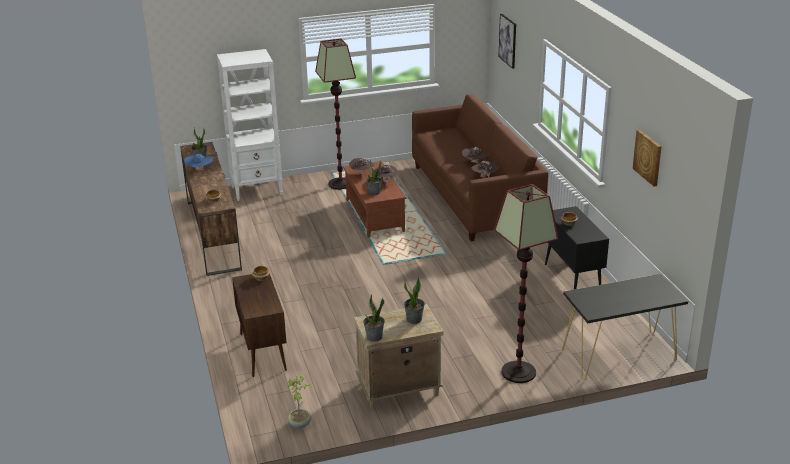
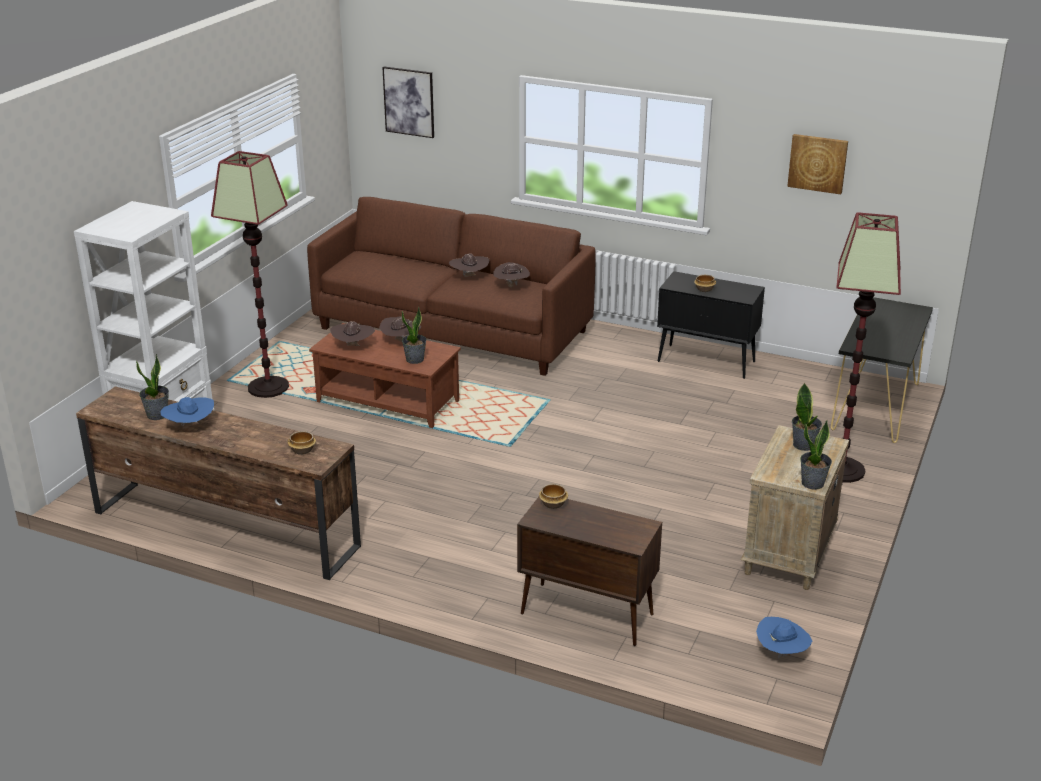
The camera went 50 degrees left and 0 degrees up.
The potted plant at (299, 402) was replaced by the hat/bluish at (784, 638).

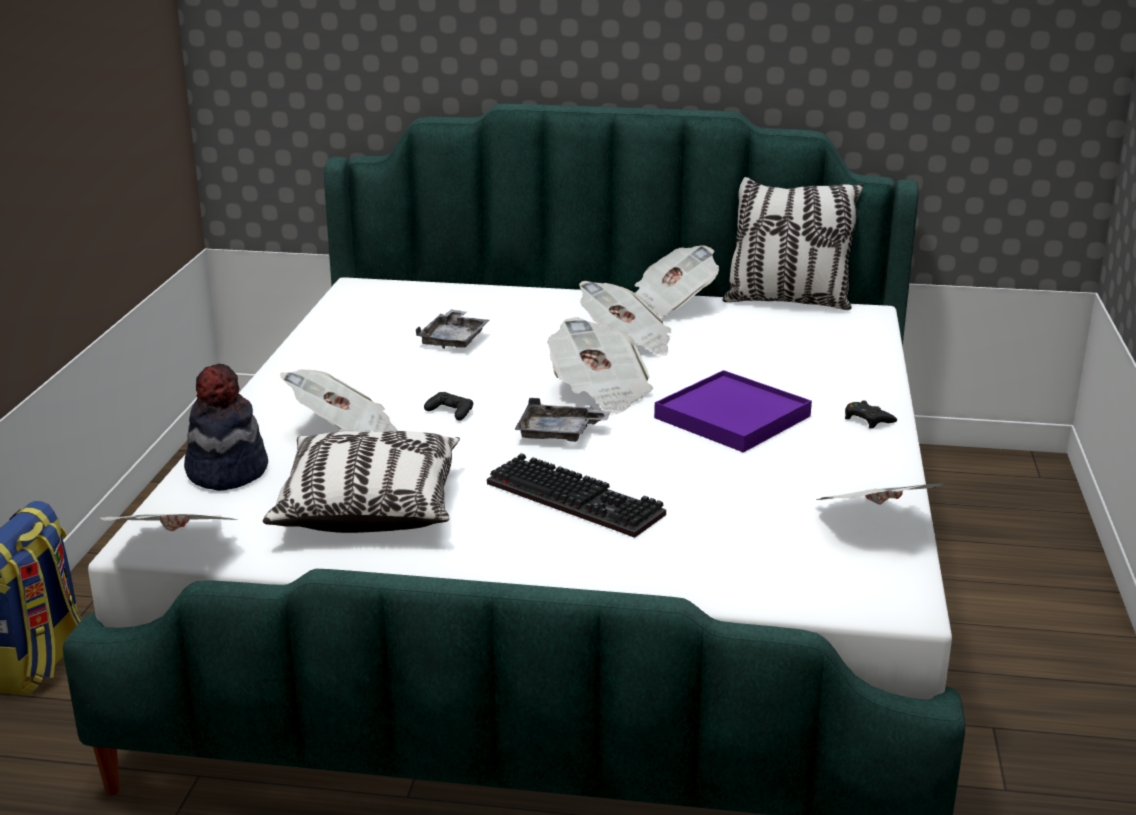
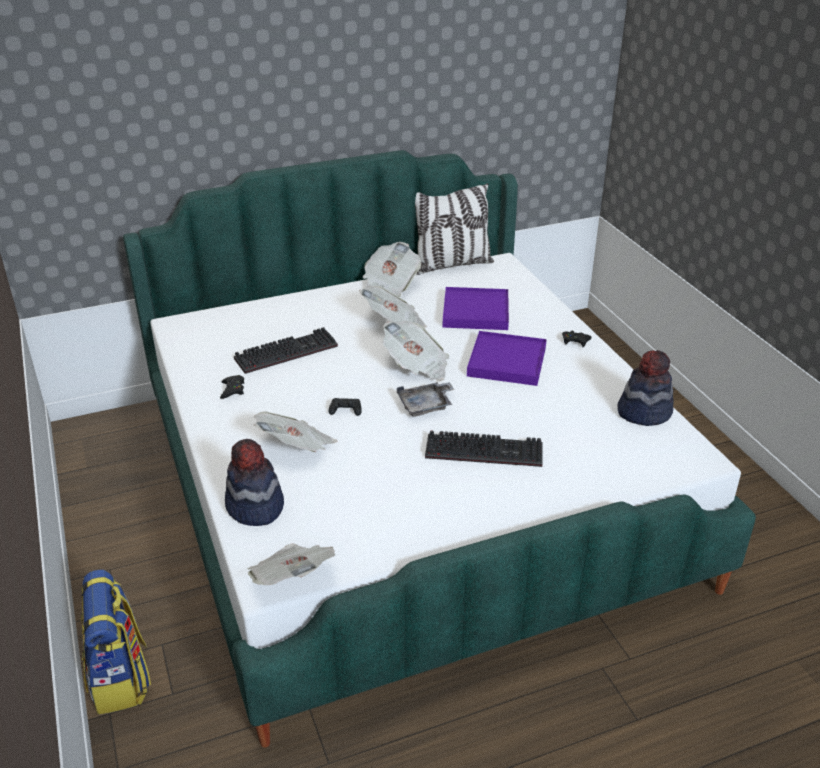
The camera went 30 degrees left and 10 degrees up.
The tray/greyish at (453, 329) was replaced by the PC keyboard at (286, 350).
The cushion at (361, 482) disappeared.
The daily paper at (879, 494) was replaced by the hat at (645, 388).
The tray/purplish at (476, 308) appeared.
The joypad/black-coloured at (232, 387) appeared.

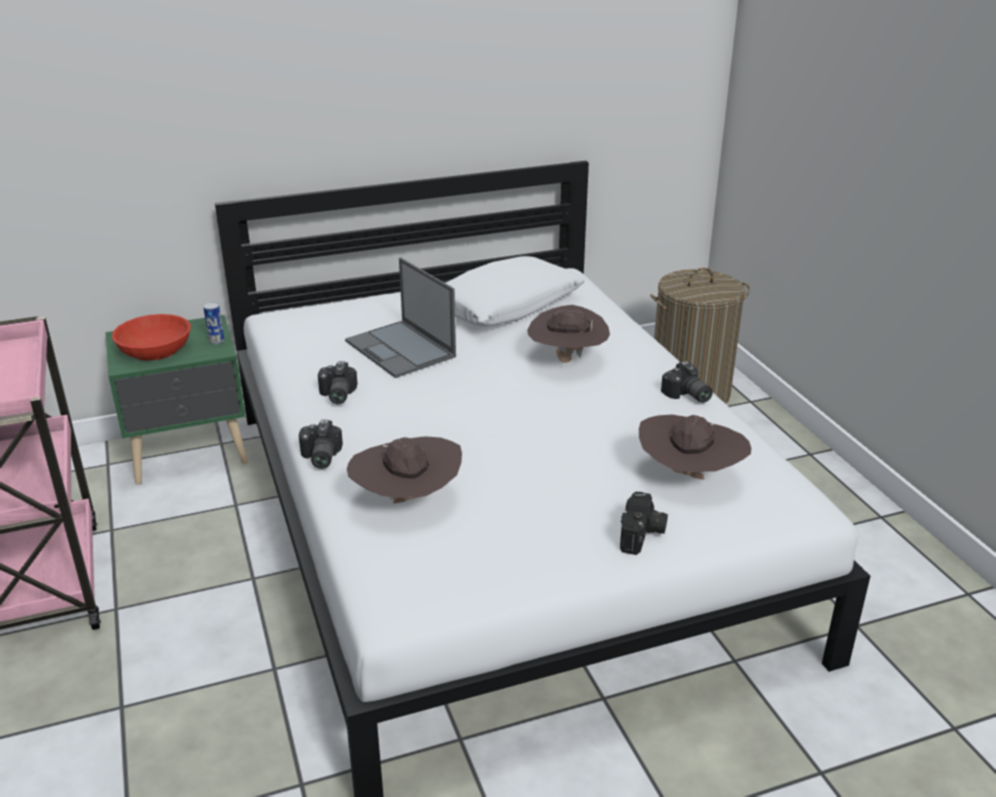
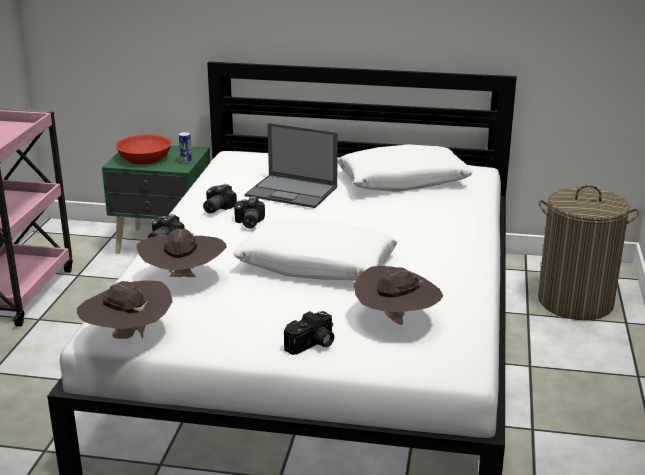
The camera went 30 degrees right and 5 degrees down.
The notebook computer at (400, 317) turned 60 degrees counterclockwise.
The hat/brown-coloured moved from (568, 334) to (125, 309).
The photo camera moved from (687, 382) to (249, 212).
The cushion/white at (315, 249) appeared.

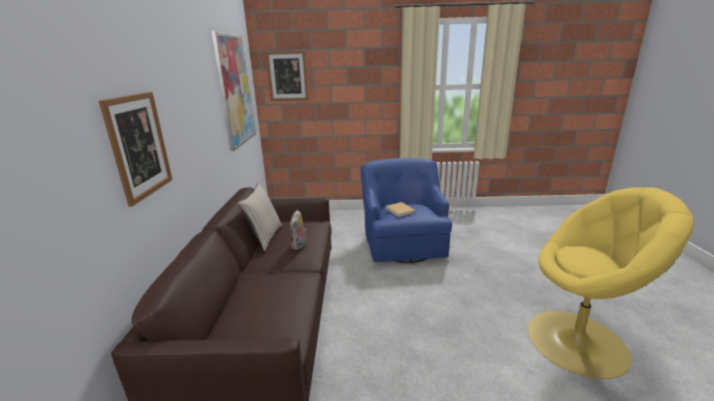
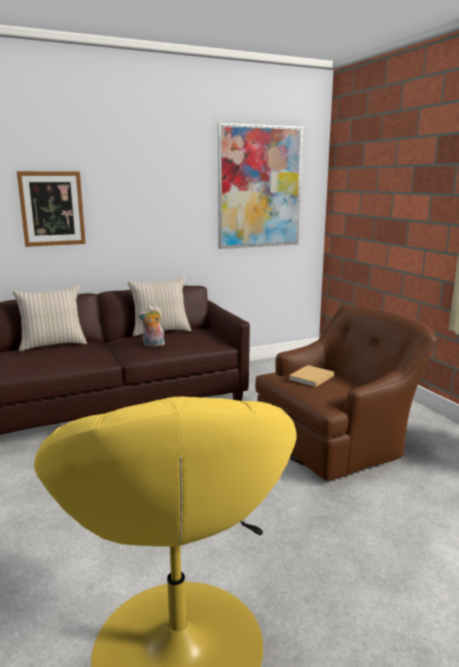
The camera went 65 degrees right and 5 degrees down.
The wall art at (287, 76) disappeared.
The easy chair/bluish at (406, 210) became the easy chair/brown-coloured at (345, 393).
The cushion/beige at (50, 318) appeared.

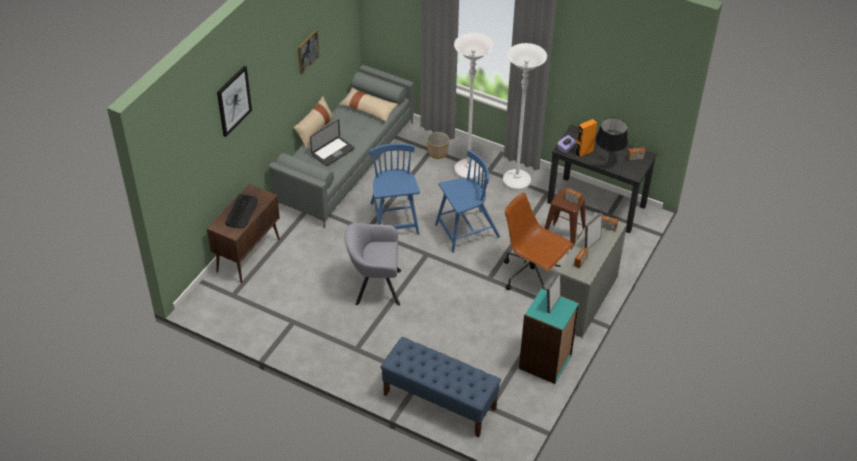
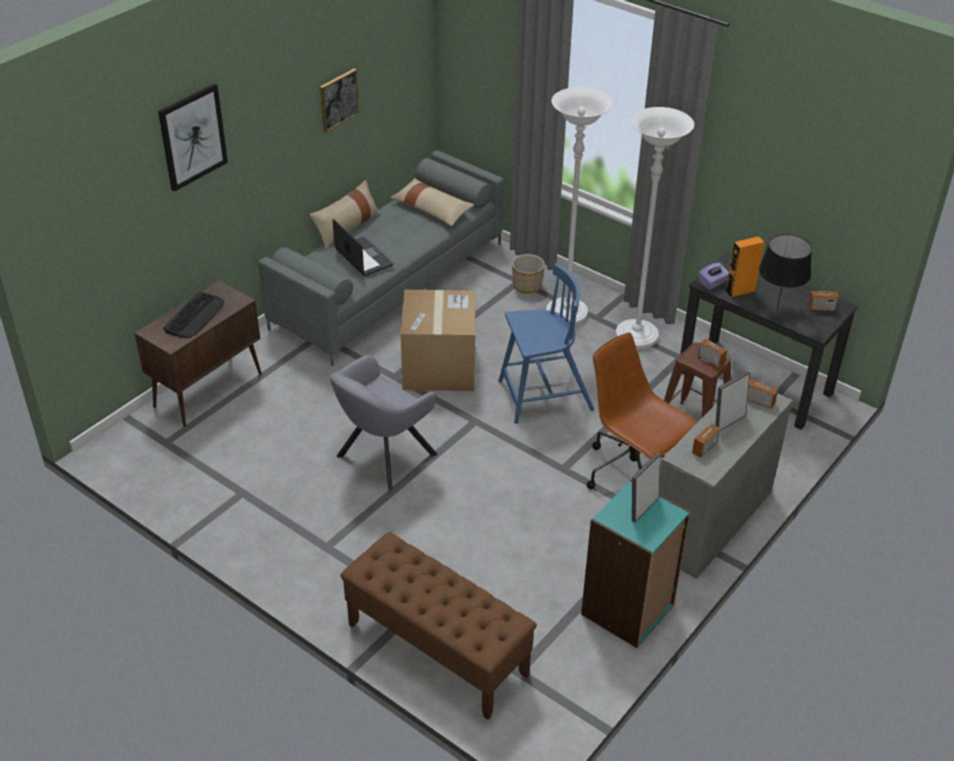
The camera went 10 degrees right and 5 degrees down.
The notebook computer at (332, 142) turned 90 degrees counterclockwise.
The upright chair/bluish at (394, 189) was replaced by the carton at (438, 340).
The easy chair/greyish at (372, 264) turned 60 degrees counterclockwise.
The bench/bluish at (441, 387) became the bench/brown-coloured at (439, 626).

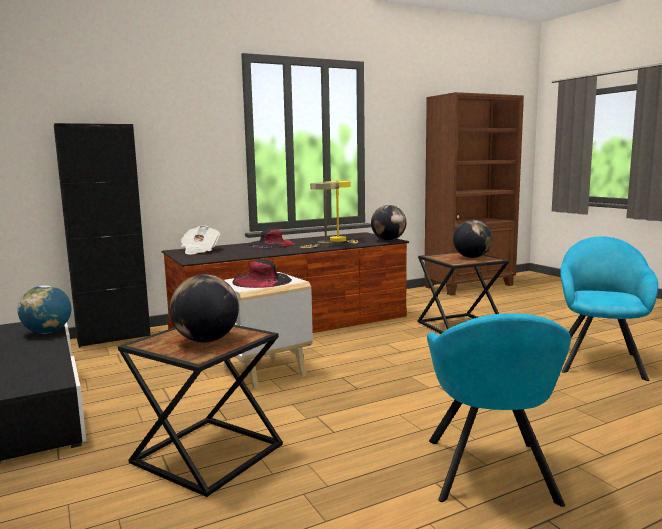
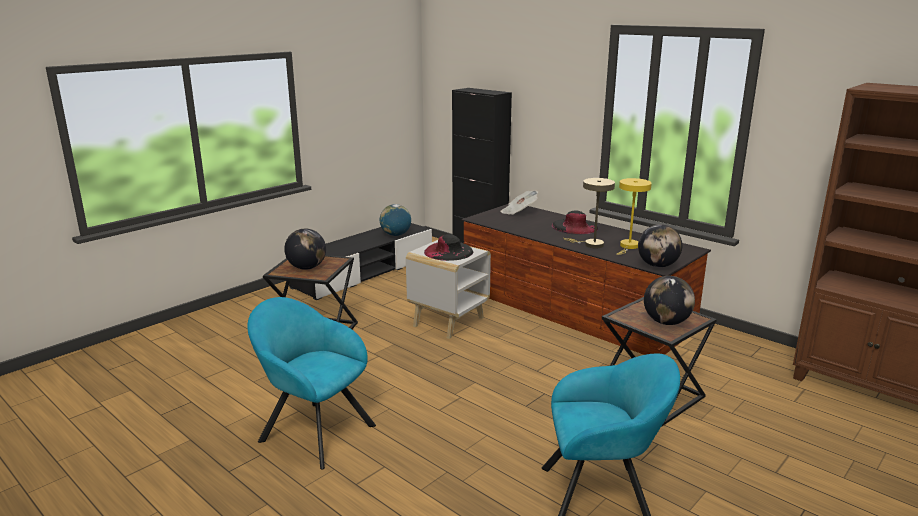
The camera went 70 degrees right and 10 degrees up.
The easy chair/turquoise-coloured at (499, 410) turned 45 degrees clockwise.

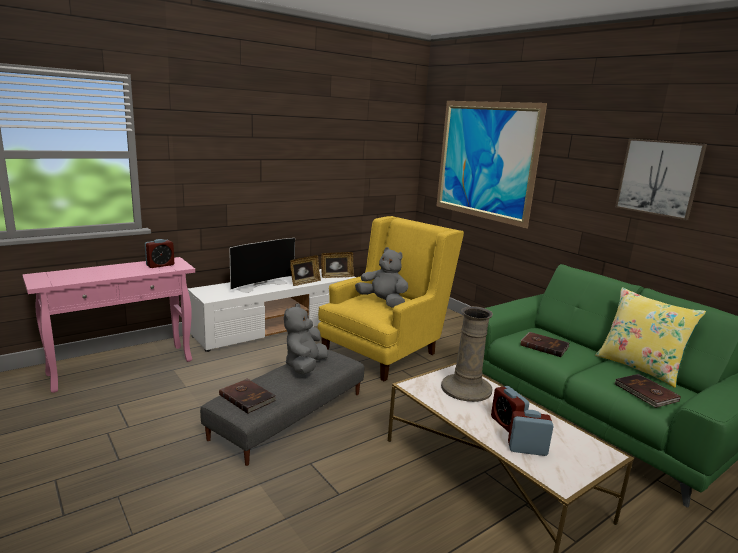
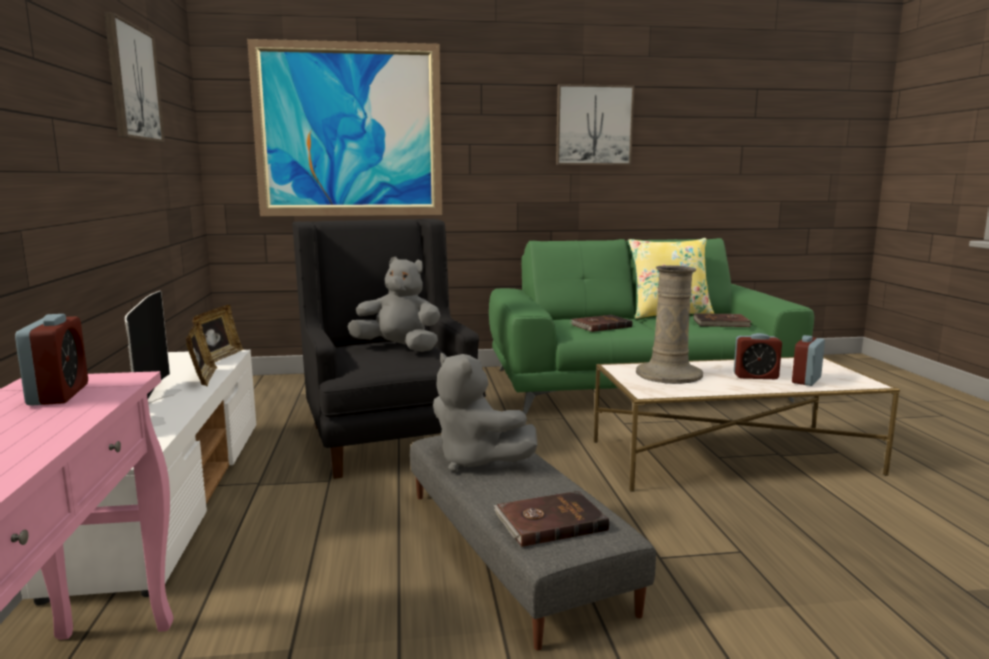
The camera went 60 degrees left and 5 degrees down.
The easy chair/yellowish at (391, 298) became the easy chair/black-coloured at (389, 349).
The soft toy/greyish at (381, 277) turned 45 degrees clockwise.
The wall art at (134, 77) appeared.

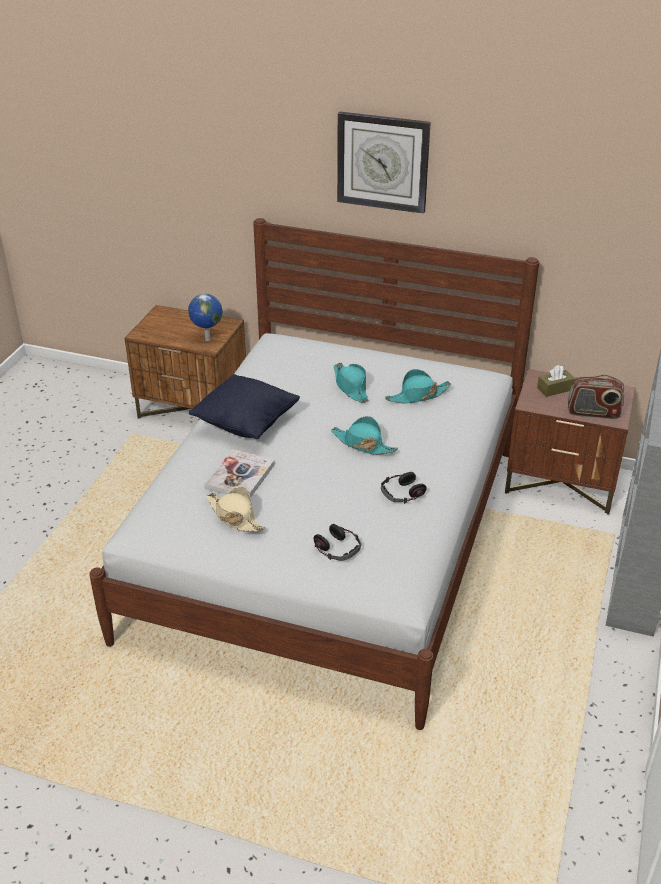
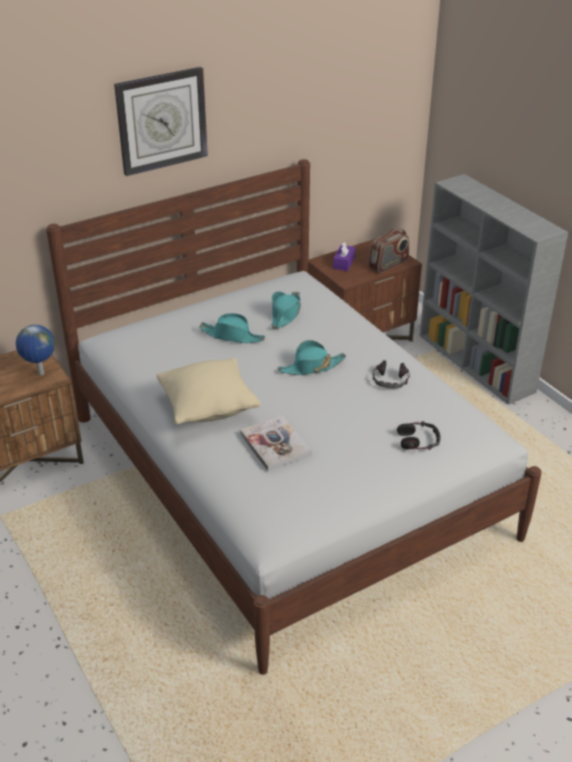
The camera went 50 degrees left and 0 degrees up.
The tissue holder/brown-coloured at (556, 381) became the tissue holder/purplish at (344, 256).
The cushion/black-coloured at (244, 406) became the cushion/beige at (208, 391).
The hat/beige at (236, 509) disappeared.

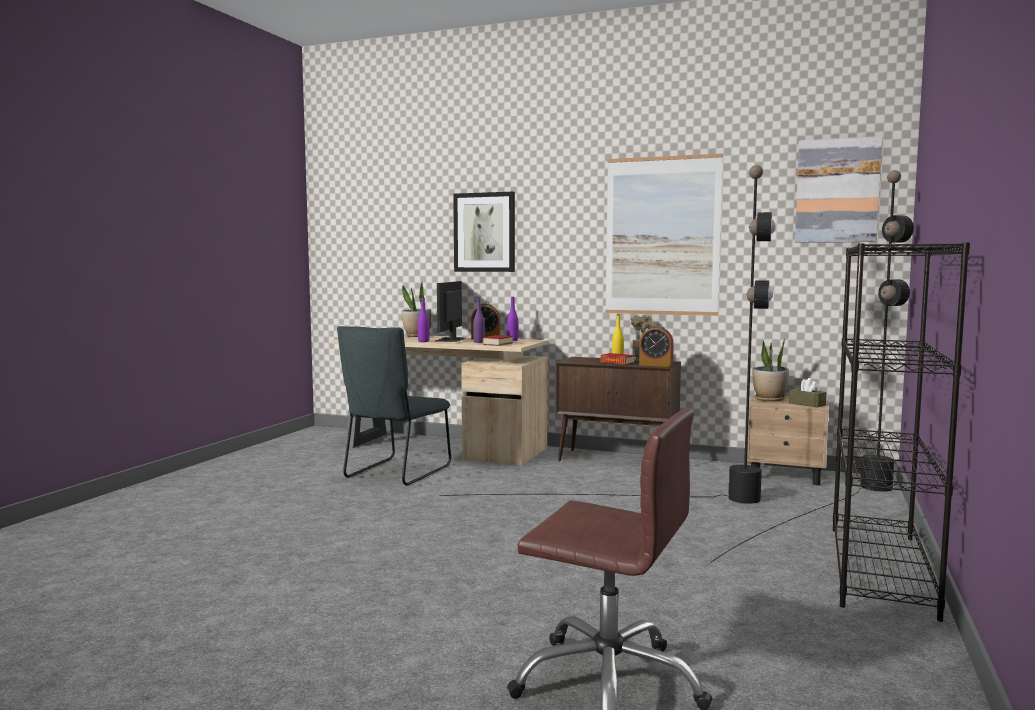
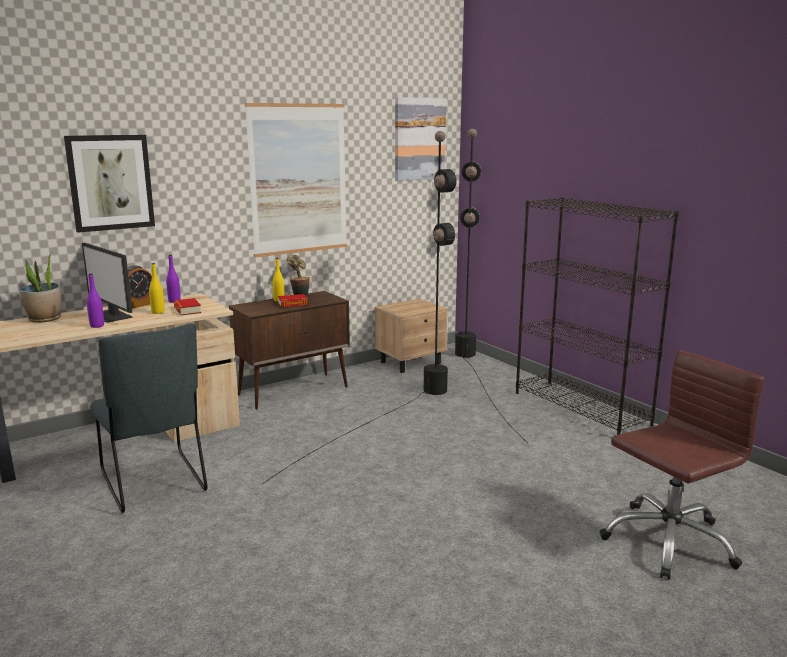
The camera went 55 degrees left and 10 degrees up.
The beverage bottle/purplish at (479, 320) became the beverage bottle/yellowish at (156, 288).
The bedside clock at (656, 346) disappeared.
The potted plant at (770, 368) disappeared.
The tissue holder/brown-coloured at (807, 392) disappeared.

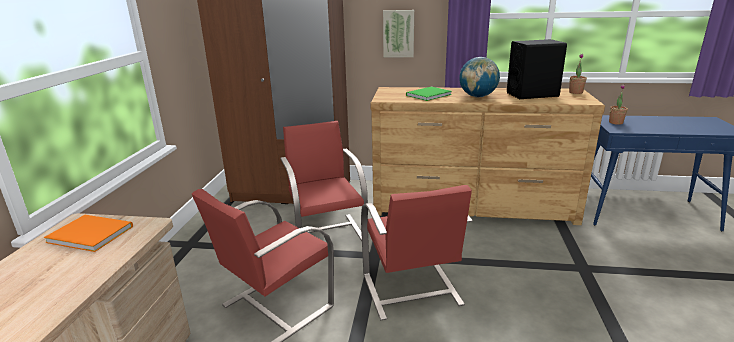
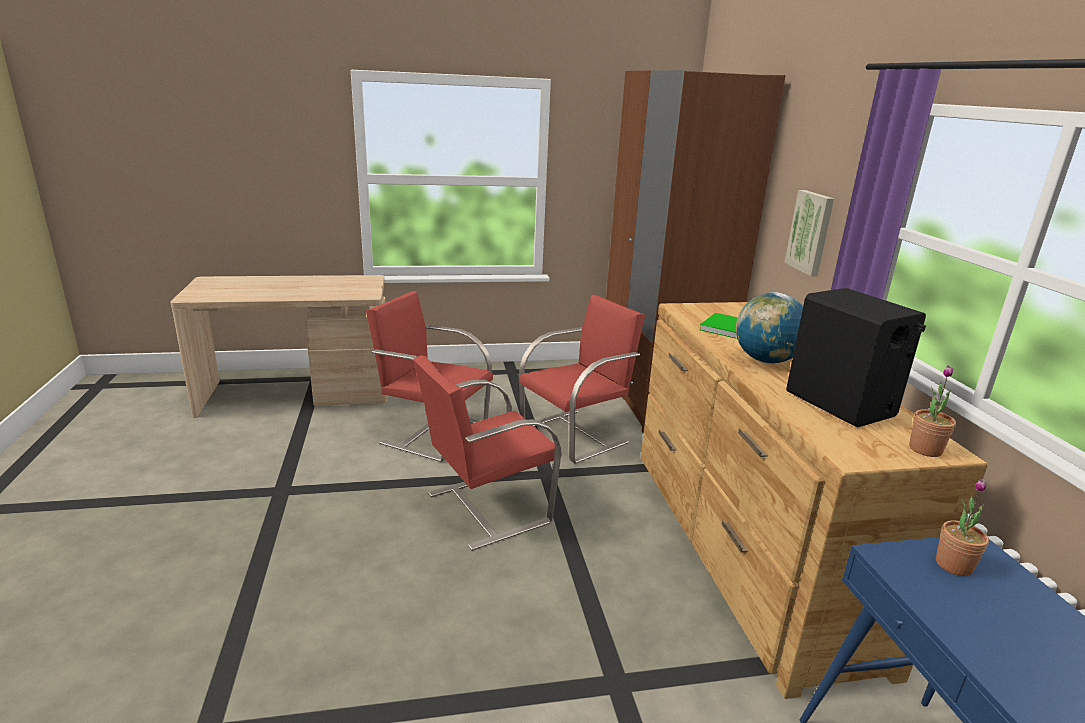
The camera went 70 degrees right and 0 degrees up.
The bound book/orange at (88, 233) disappeared.

